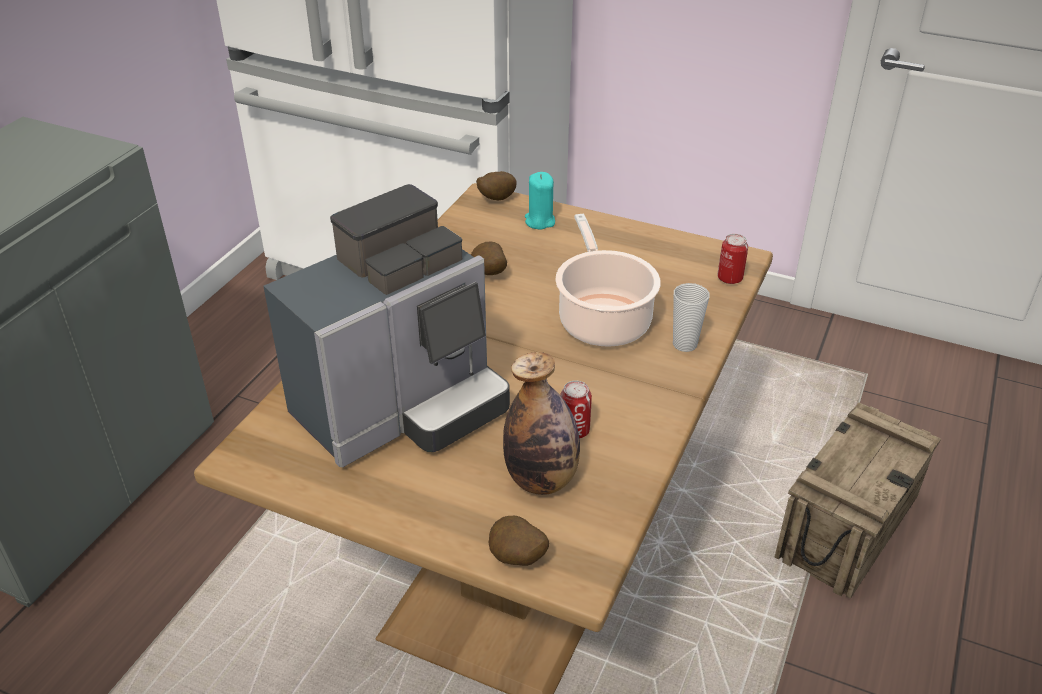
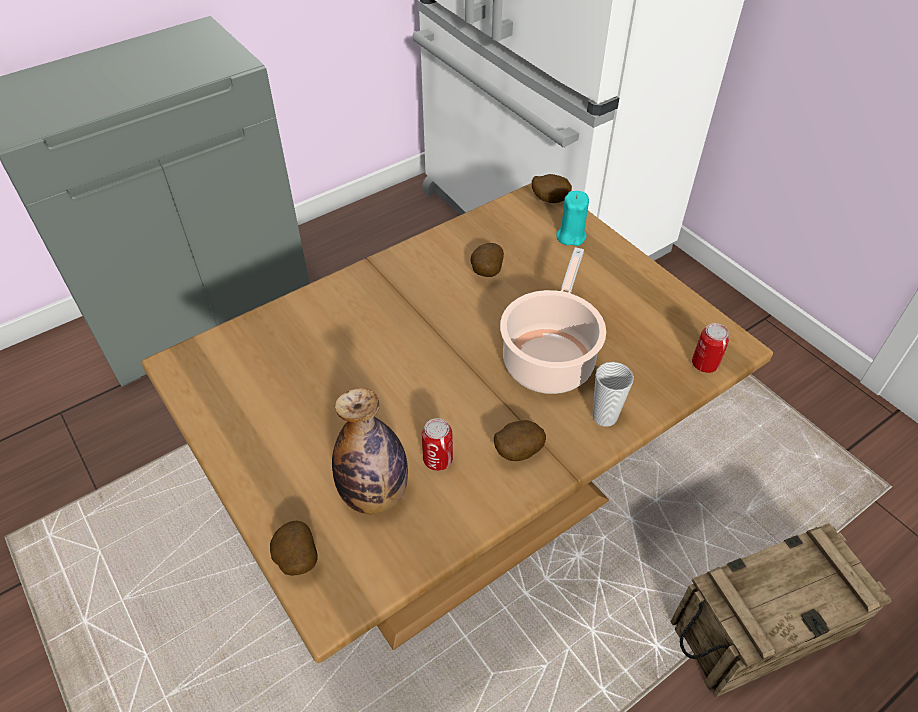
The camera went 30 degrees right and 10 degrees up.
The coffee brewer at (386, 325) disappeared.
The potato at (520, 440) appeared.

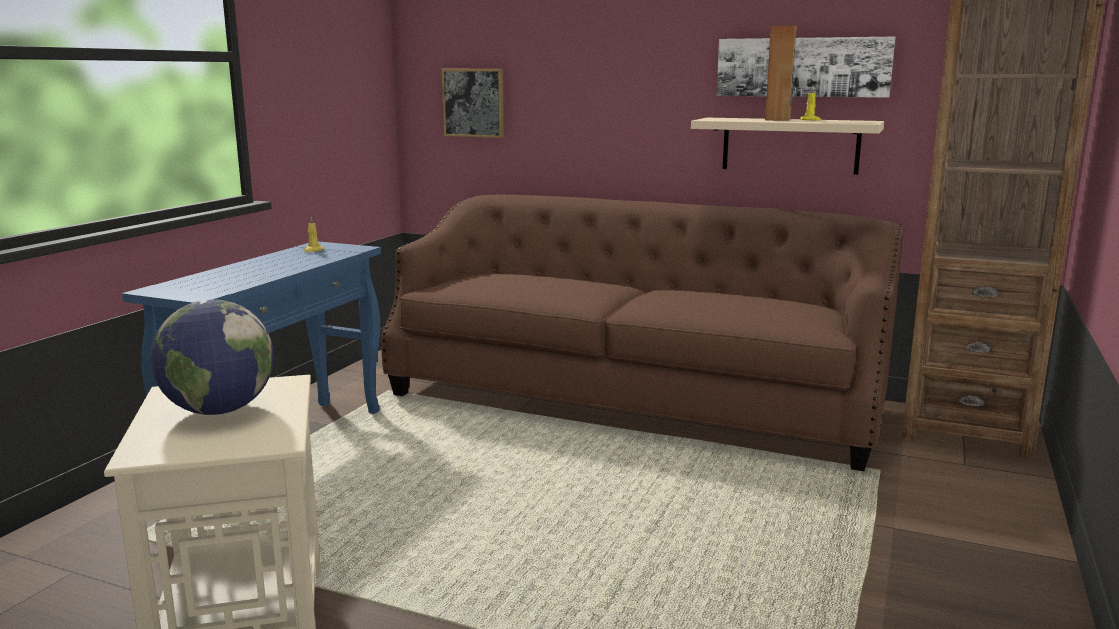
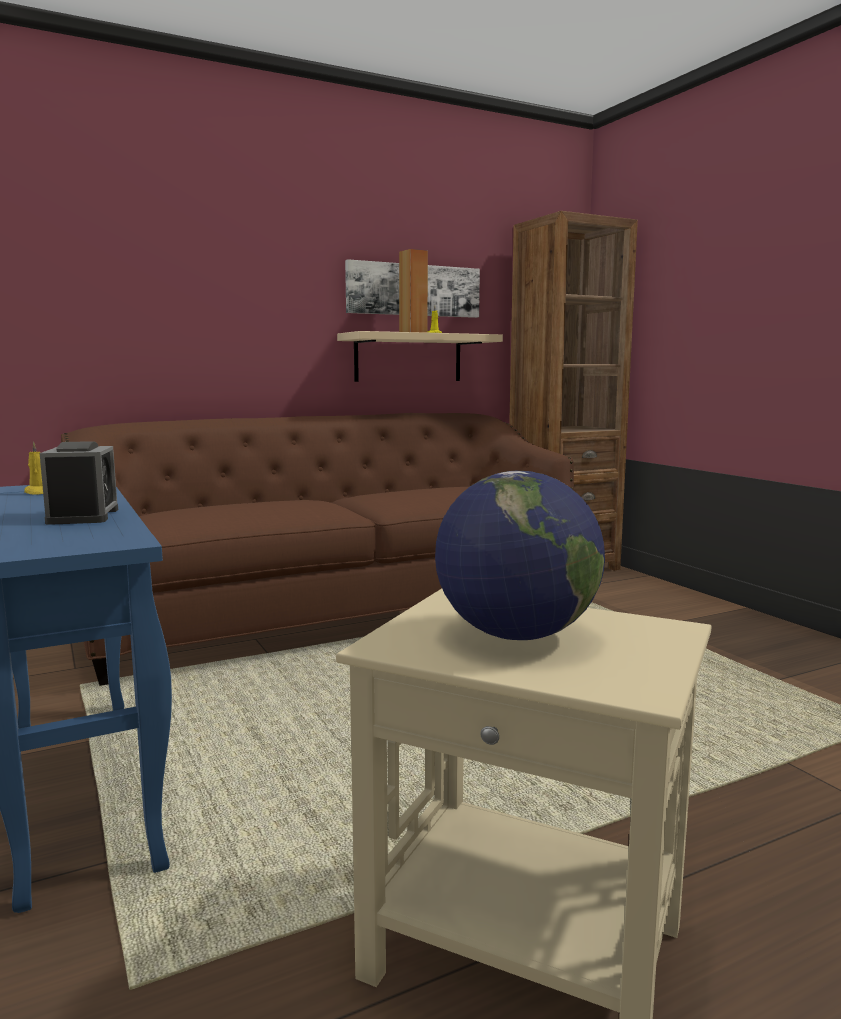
The camera went 50 degrees left and 5 degrees down.
The wall art at (472, 103) disappeared.
The bedside clock at (79, 483) appeared.

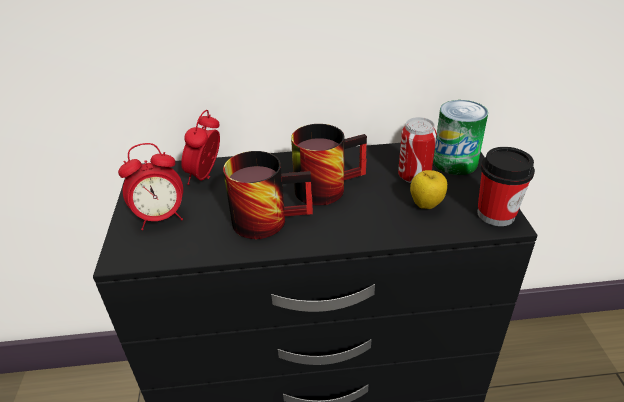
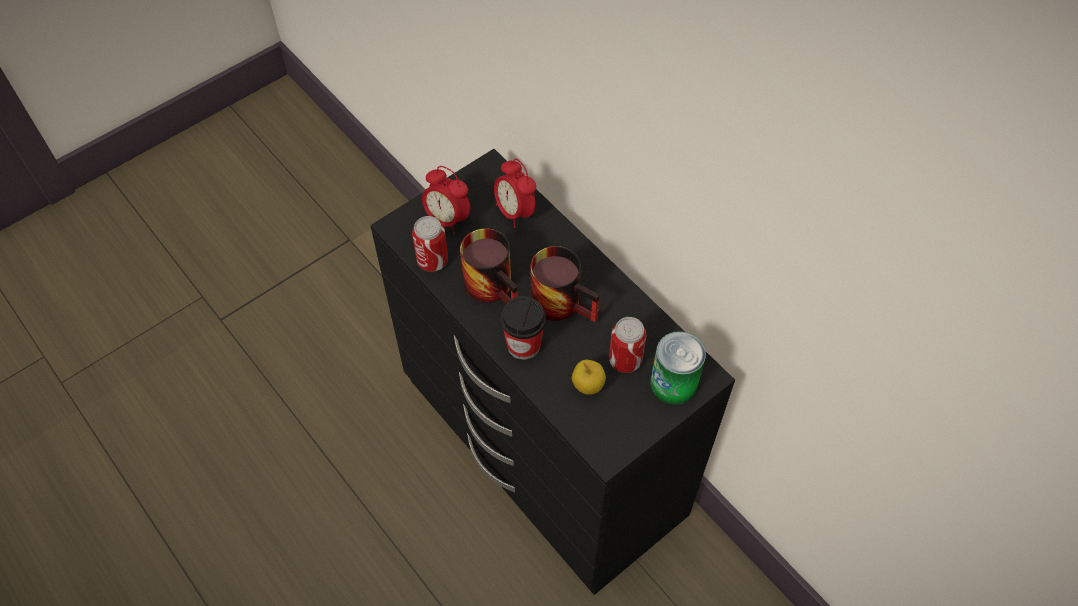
The camera went 55 degrees right and 20 degrees up.
The bedside clock at (200, 147) turned 105 degrees counterclockwise.
The small cup moved from (506, 186) to (523, 328).
The metal can at (430, 244) appeared.

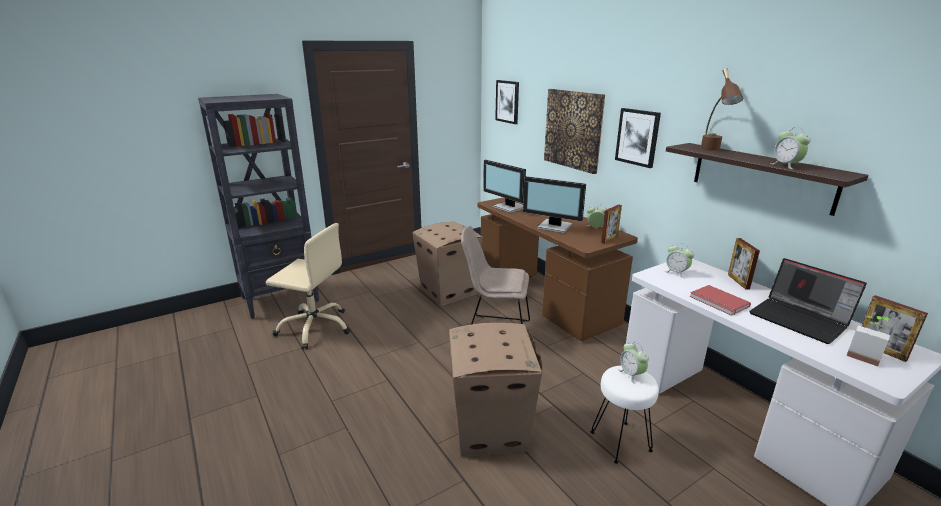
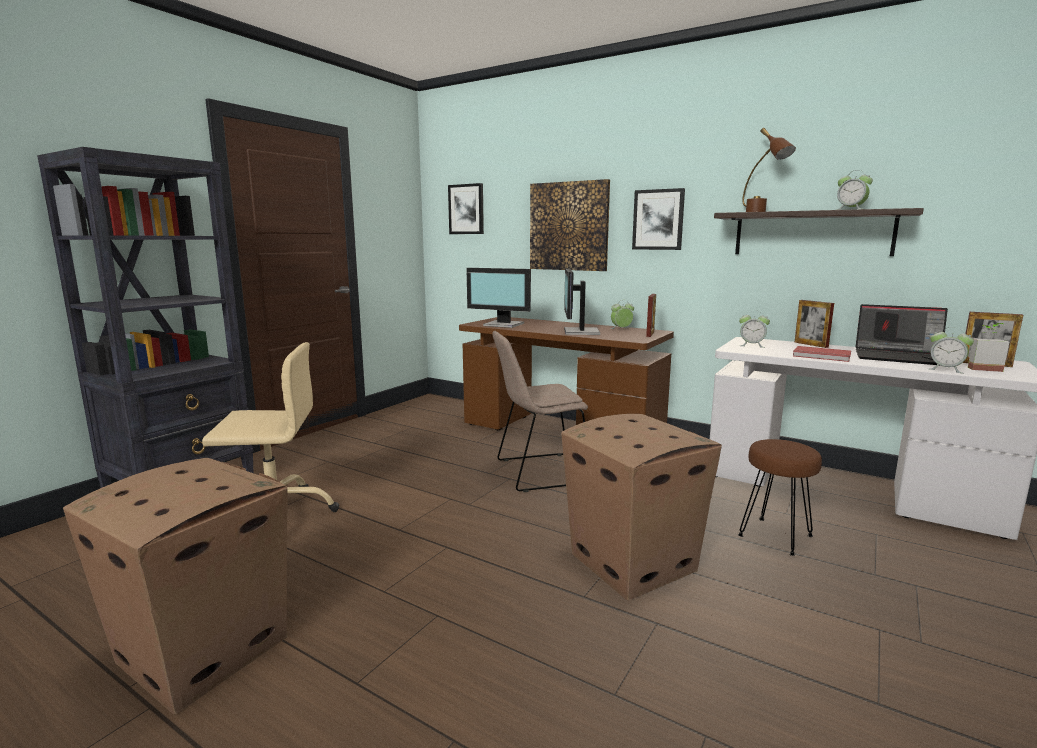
The camera went 25 degrees left and 10 degrees down.
The computer screen at (554, 204) turned 90 degrees clockwise.
The carton moved from (447, 264) to (175, 586).
The bedside clock moved from (633, 363) to (952, 350).
The stool seat/white at (625, 415) became the stool seat/brown-coloured at (780, 497).

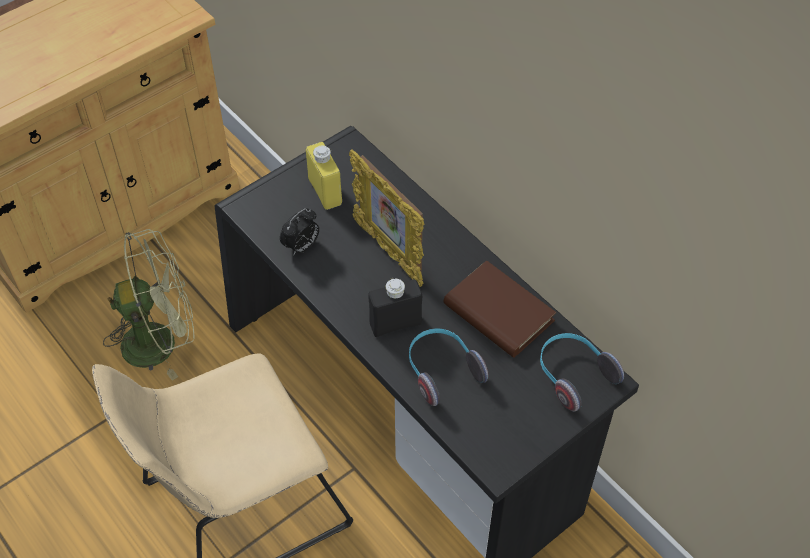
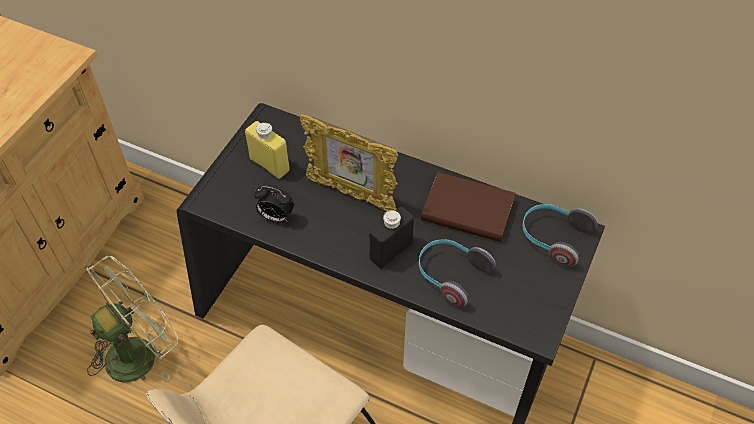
The camera went 25 degrees left and 0 degrees up.
The bedside clock at (299, 232) turned 90 degrees clockwise.

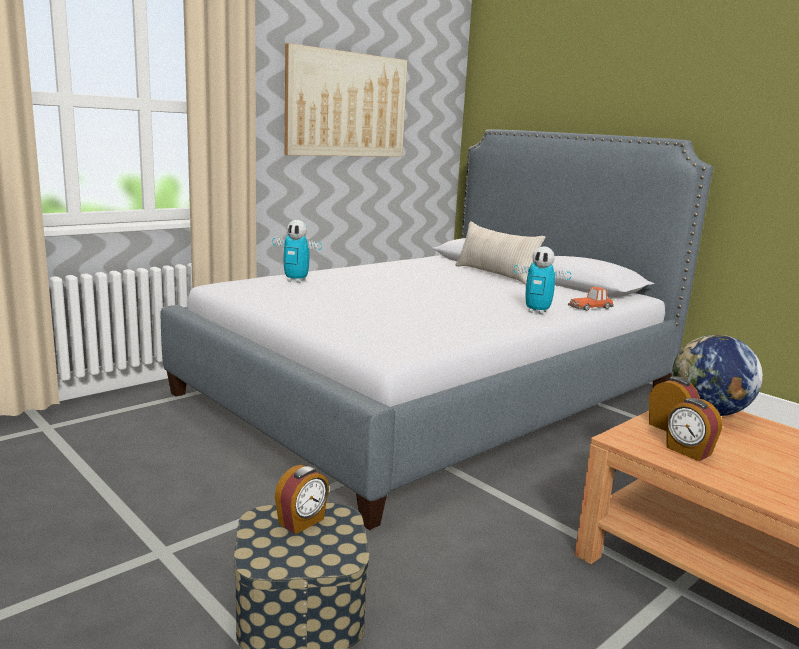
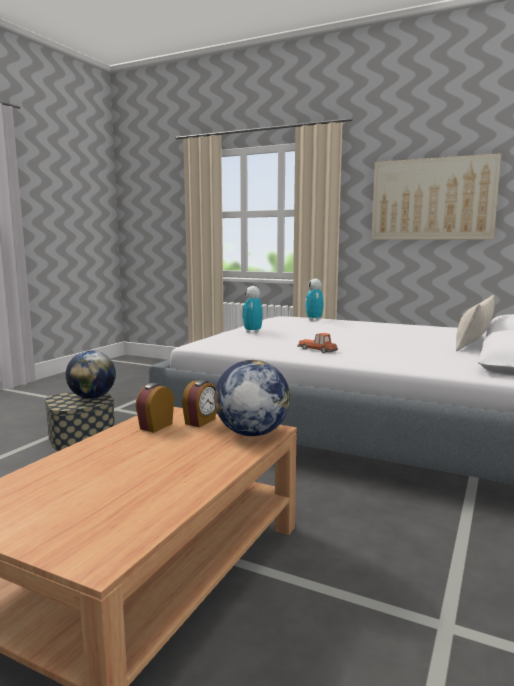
The camera went 70 degrees right and 5 degrees down.
The model robot moved from (542, 280) to (252, 309).
The model car moved from (591, 299) to (317, 343).
The bedside clock at (302, 499) was replaced by the globe at (91, 374).

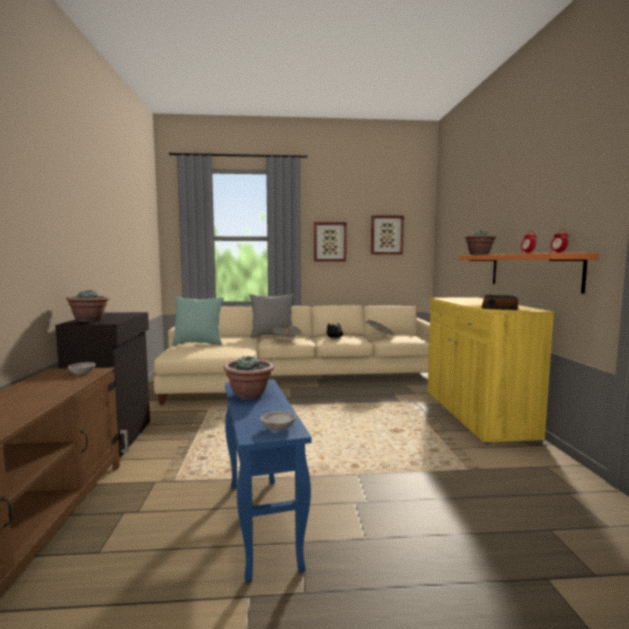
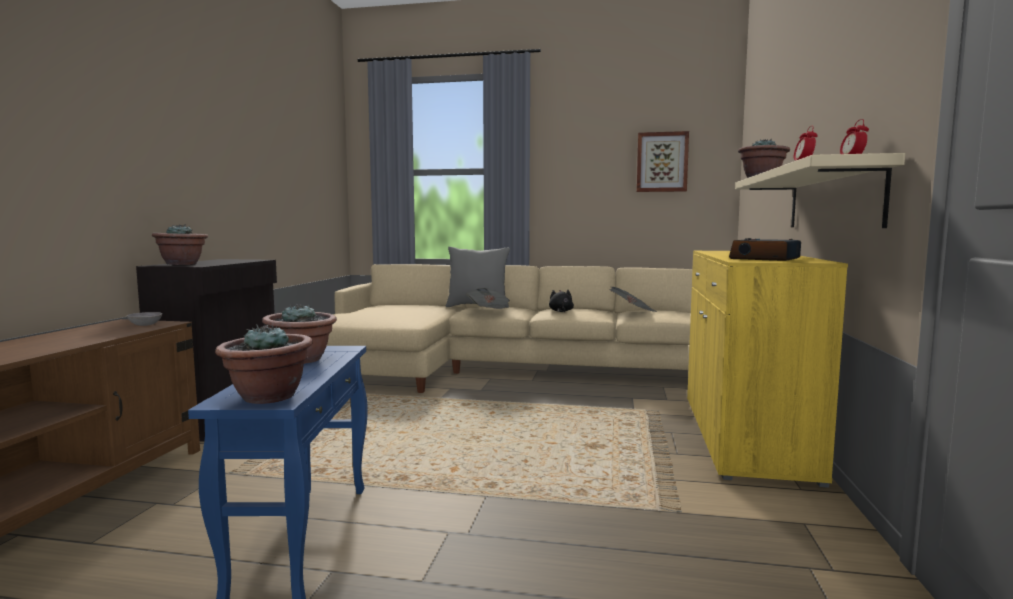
The camera went 15 degrees right and 0 degrees up.
The wall art at (330, 241) disappeared.
The shelf/orange at (529, 273) became the shelf/beige at (820, 190).
The cushion/turquoise-coloured at (198, 321) disappeared.
The serving bowl/greyish at (278, 421) was replaced by the potted plant at (264, 364).

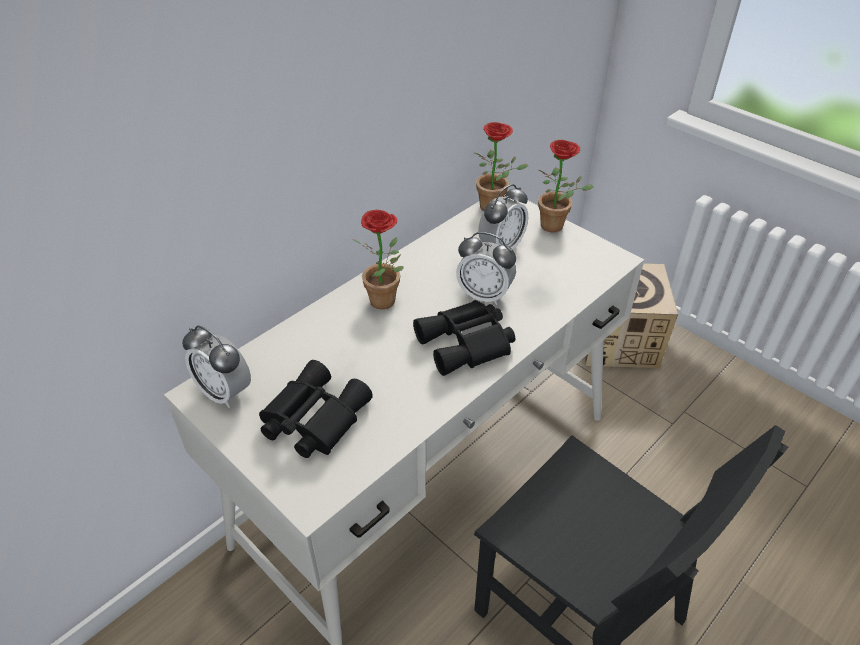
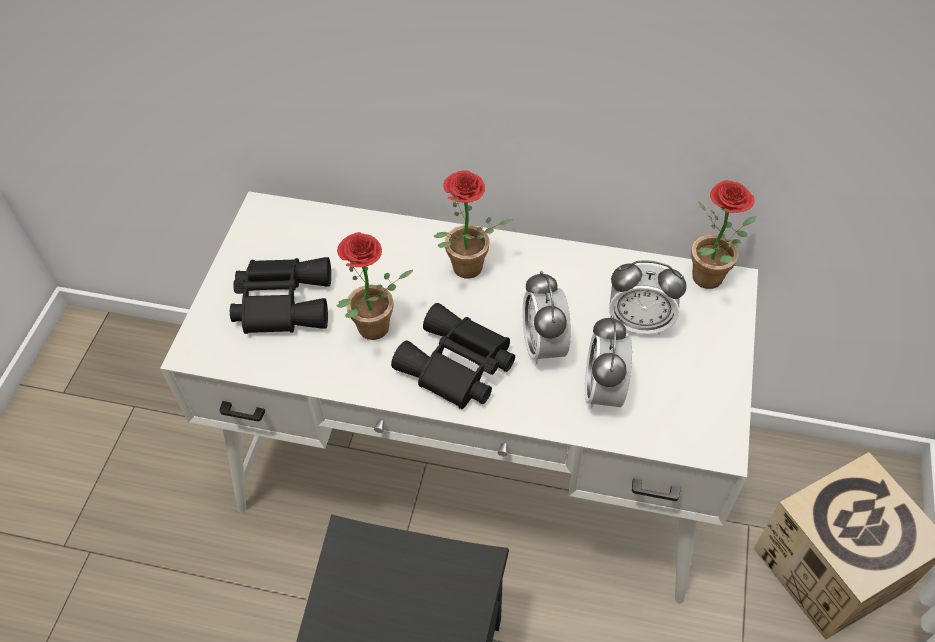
The camera went 60 degrees right and 10 degrees up.
The potted plant moved from (566, 186) to (375, 286).
The bedside clock moved from (216, 366) to (608, 362).

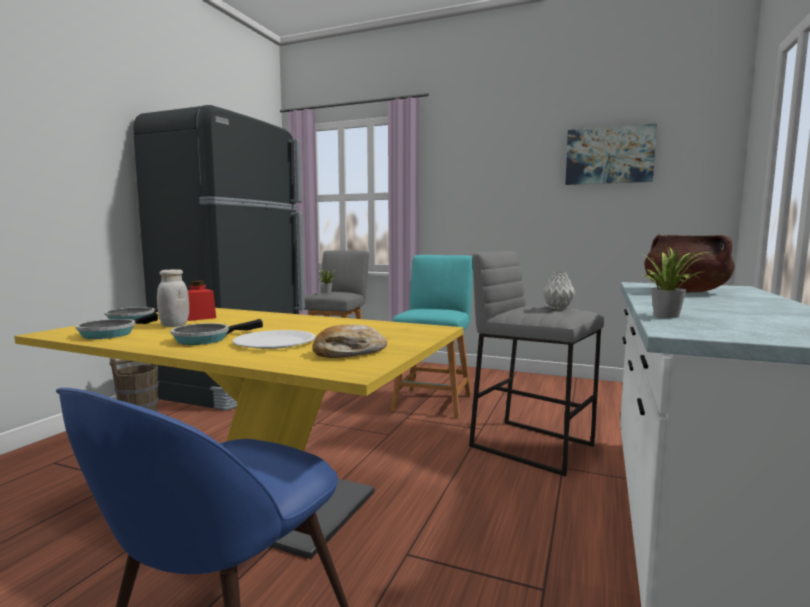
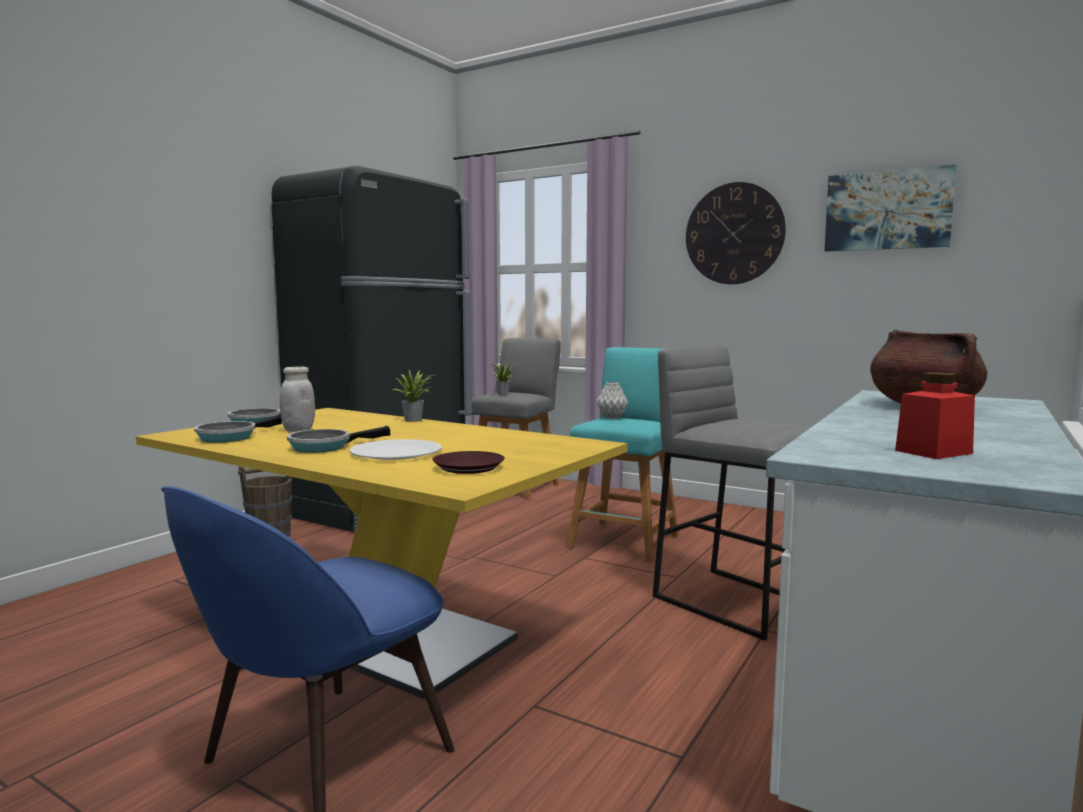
The camera went 10 degrees right and 0 degrees up.
The potted plant moved from (676, 281) to (413, 396).
The decorative vase/greyish moved from (559, 291) to (612, 400).
The preserve jar/red-coloured moved from (201, 300) to (935, 415).
The baked bread at (350, 341) was replaced by the flat dish/brown-coloured at (468, 462).
The wall clock at (736, 233) appeared.

